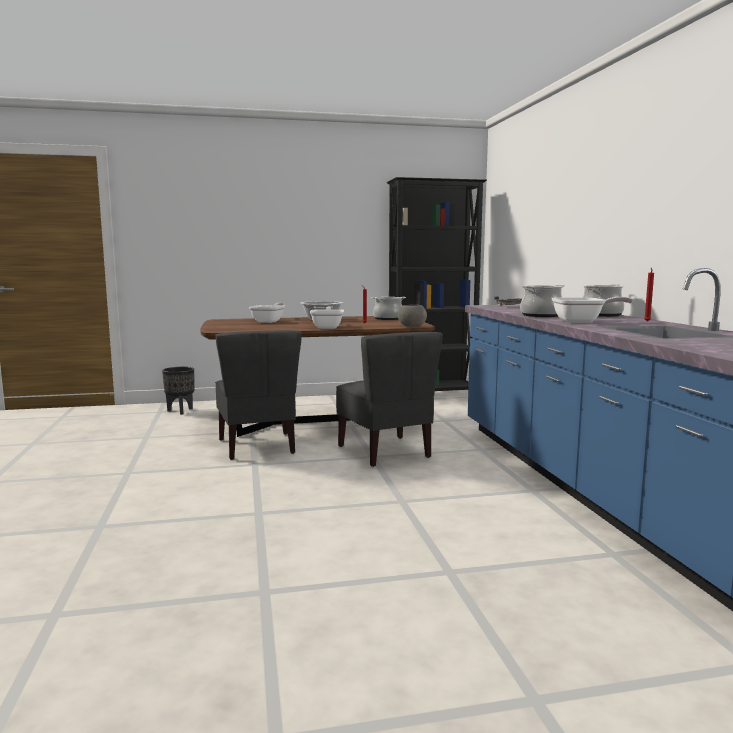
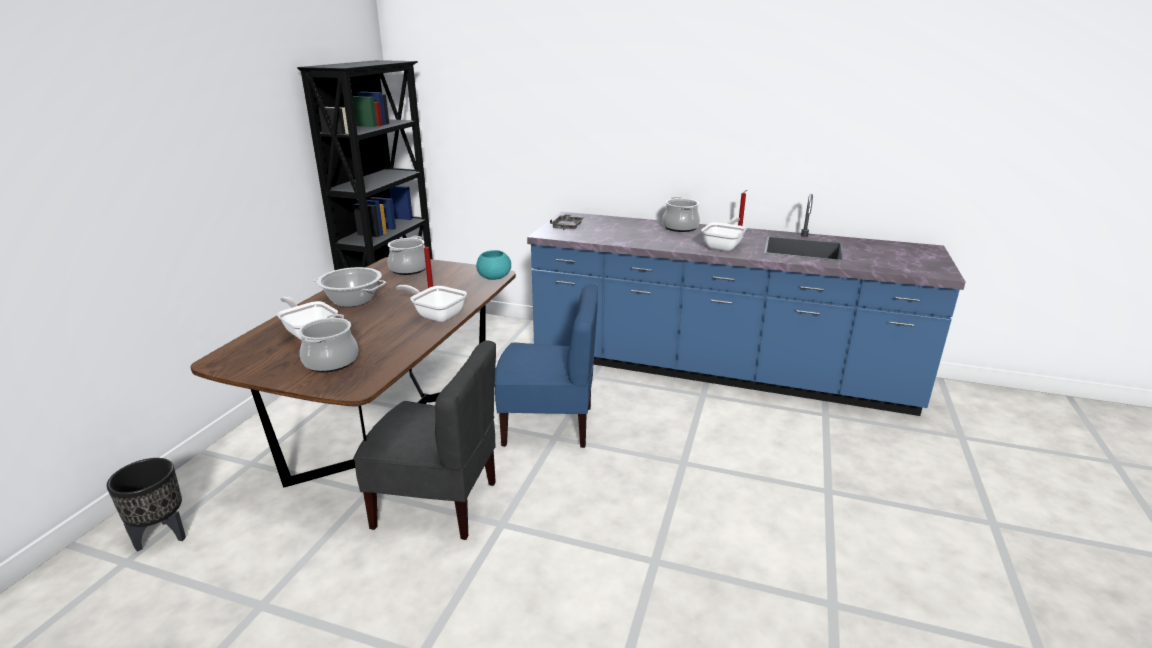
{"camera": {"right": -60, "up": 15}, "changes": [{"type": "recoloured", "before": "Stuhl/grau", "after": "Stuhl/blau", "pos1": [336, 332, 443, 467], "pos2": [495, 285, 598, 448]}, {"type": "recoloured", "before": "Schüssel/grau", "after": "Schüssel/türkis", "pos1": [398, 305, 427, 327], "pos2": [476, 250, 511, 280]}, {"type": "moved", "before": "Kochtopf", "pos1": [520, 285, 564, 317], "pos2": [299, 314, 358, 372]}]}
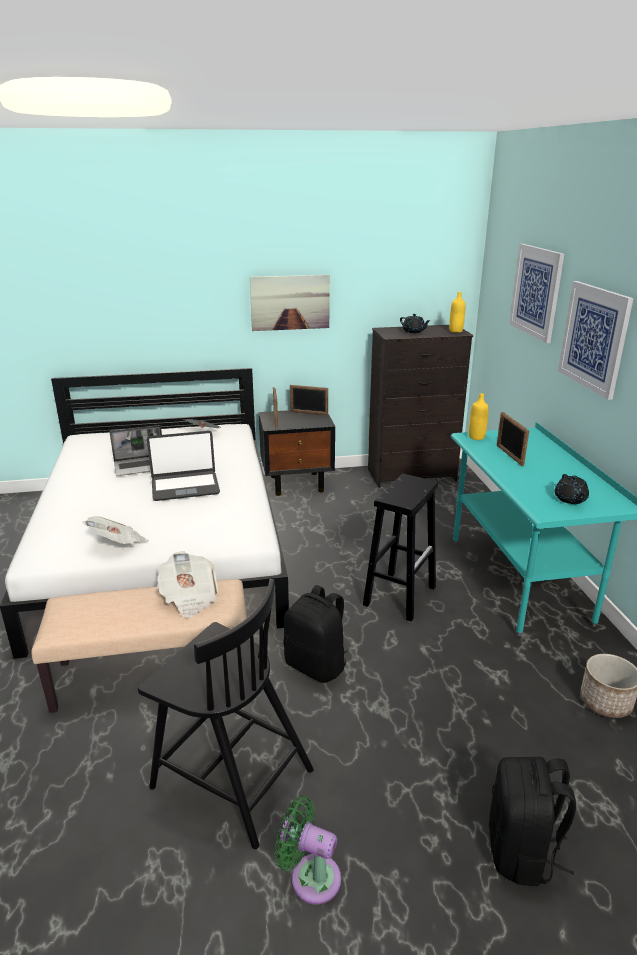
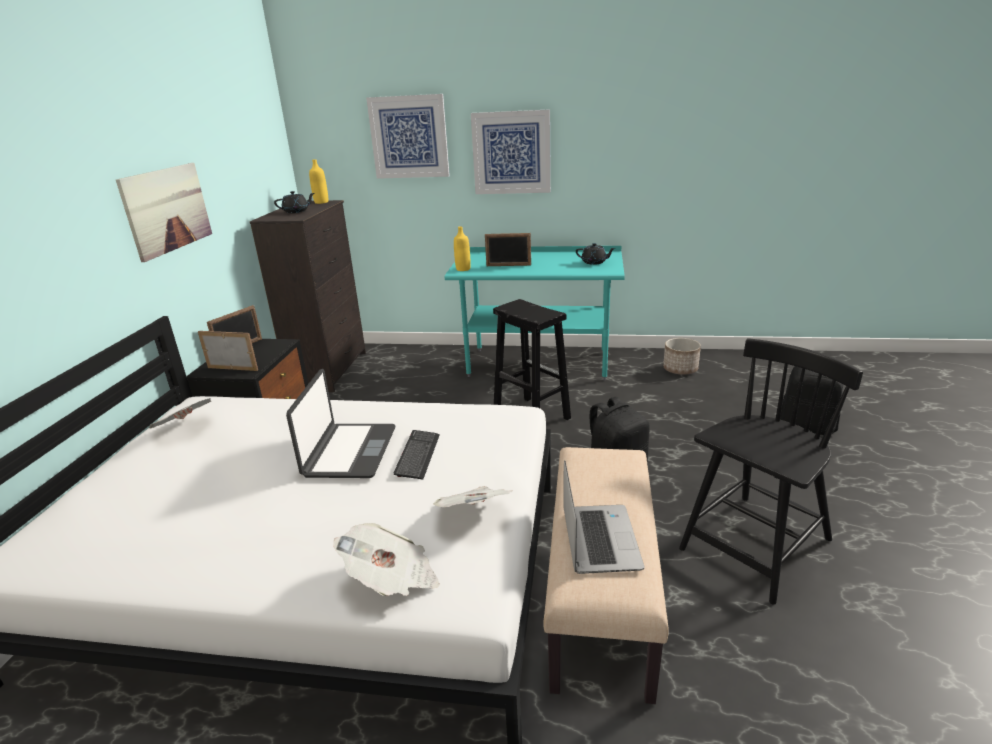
{"camera": {"right": -70, "up": 0}, "changes": [{"type": "moved", "before": "Laptop", "pos1": [110, 425, 162, 476], "pos2": [563, 460, 644, 574]}, {"type": "moved", "before": "Zeitung", "pos1": [157, 551, 218, 618], "pos2": [333, 523, 440, 596]}, {"type": "removed", "before": "Ventilator/grün", "pos1": [274, 796, 341, 904]}, {"type": "added", "after": "Tastatur", "pos2": [394, 430, 440, 479]}]}
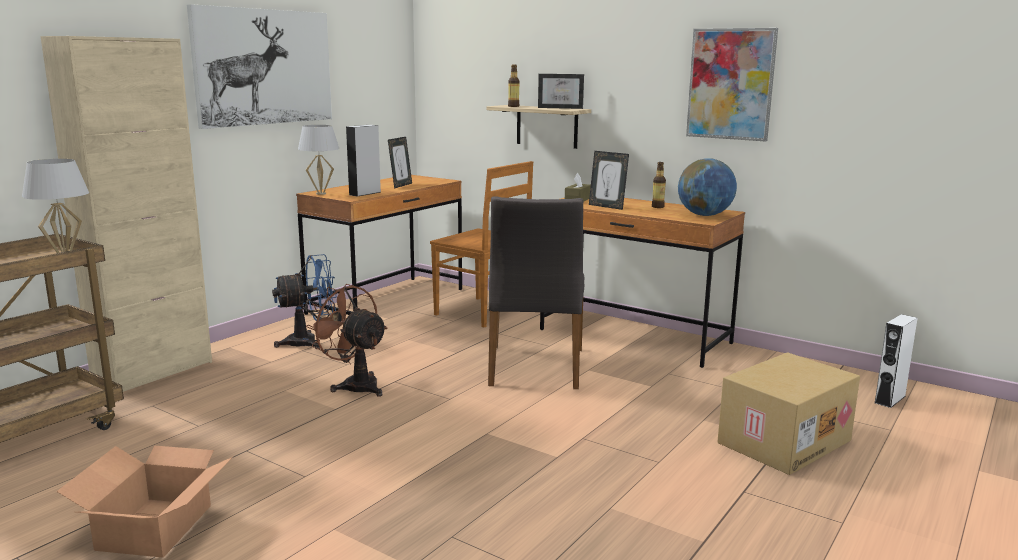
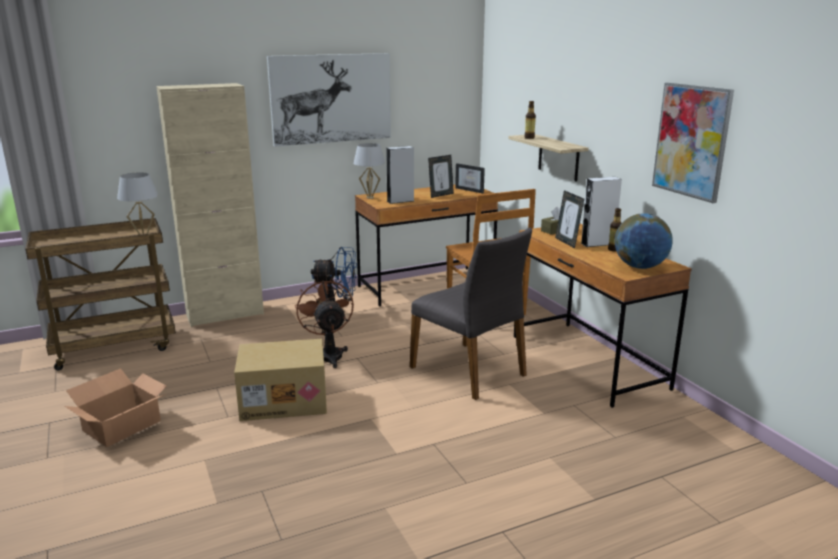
{"camera": {"right": 30, "up": 5}, "changes": [{"type": "turned", "before": "Stuhl/grau", "pos1": [488, 197, 584, 389], "pos2": [410, 228, 532, 400], "turn": -75}, {"type": "moved", "before": "Bilderrahmen", "pos1": [538, 74, 584, 109], "pos2": [455, 163, 485, 193]}, {"type": "moved", "before": "Karton", "pos1": [717, 352, 860, 475], "pos2": [234, 339, 327, 421]}, {"type": "moved", "before": "Lautsprecher/weiß", "pos1": [875, 314, 917, 408], "pos2": [581, 177, 622, 247]}]}
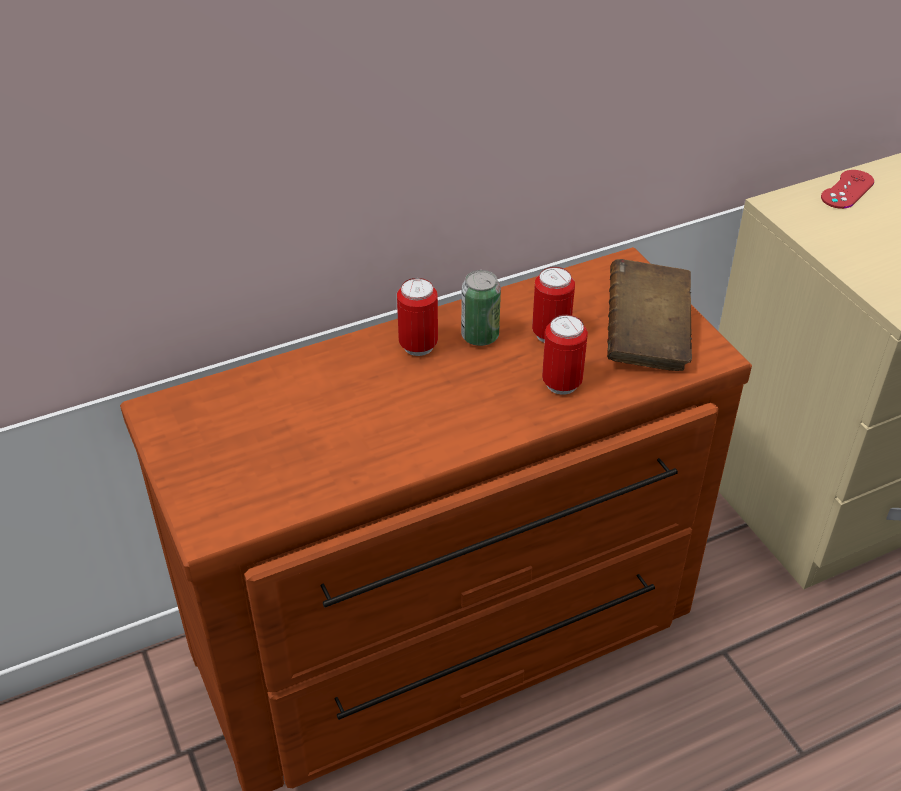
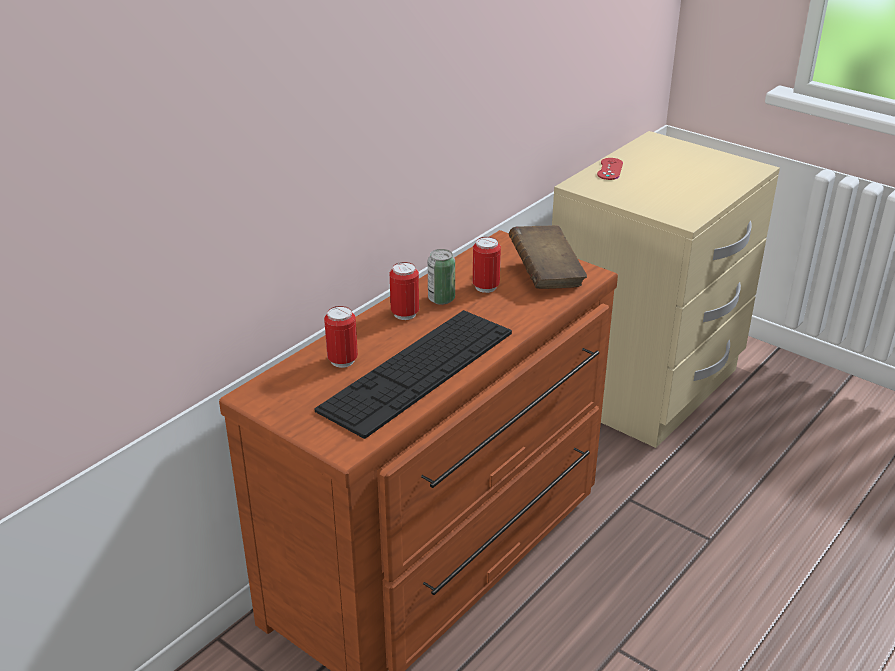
{"camera": {"right": -25, "up": -10}, "changes": [{"type": "moved", "before": "Dose", "pos1": [542, 315, 588, 395], "pos2": [324, 306, 358, 368]}, {"type": "added", "after": "Tastatur", "pos2": [314, 310, 512, 439]}]}
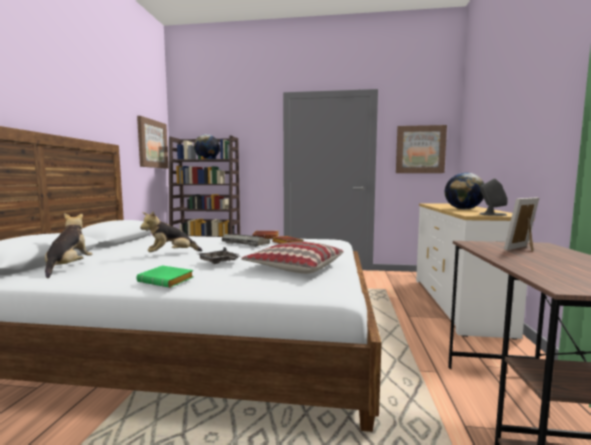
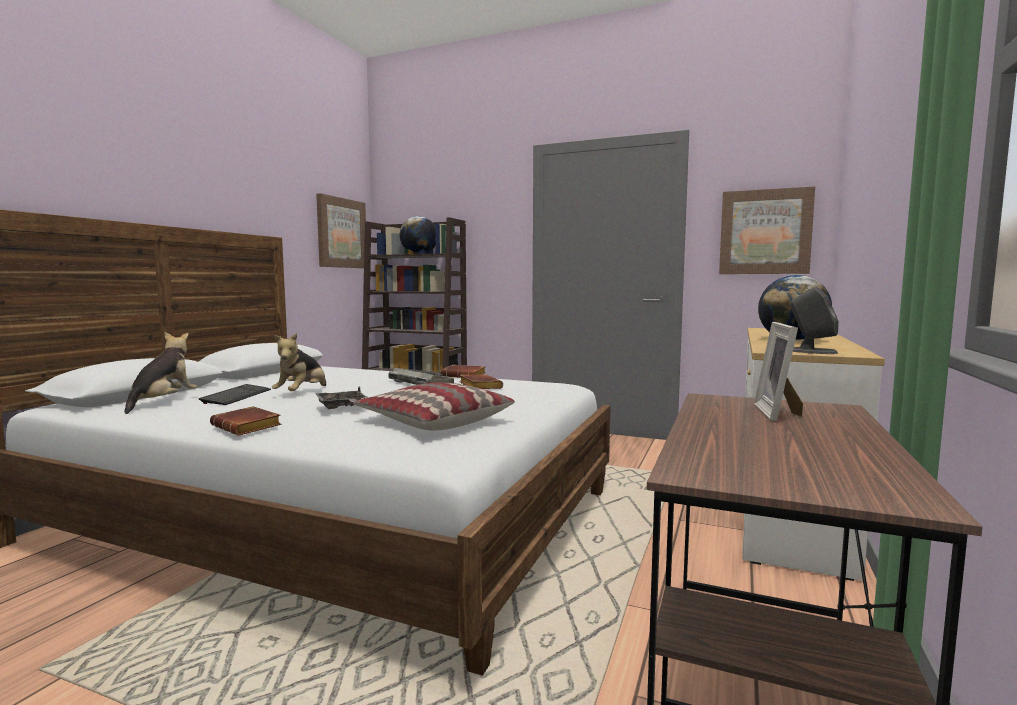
{"camera": {"right": 15, "up": 0}, "changes": [{"type": "recoloured", "before": "Buch/grün", "after": "Buch/braun", "pos1": [136, 265, 193, 288], "pos2": [210, 406, 281, 436]}, {"type": "turned", "before": "Plüschtier", "pos1": [140, 211, 203, 252], "pos2": [272, 333, 326, 391], "turn": -60}, {"type": "turned", "before": "Bilderrahmen", "pos1": [504, 197, 539, 251], "pos2": [754, 322, 803, 422], "turn": -60}, {"type": "added", "after": "Tastatur", "pos2": [199, 384, 271, 405]}]}
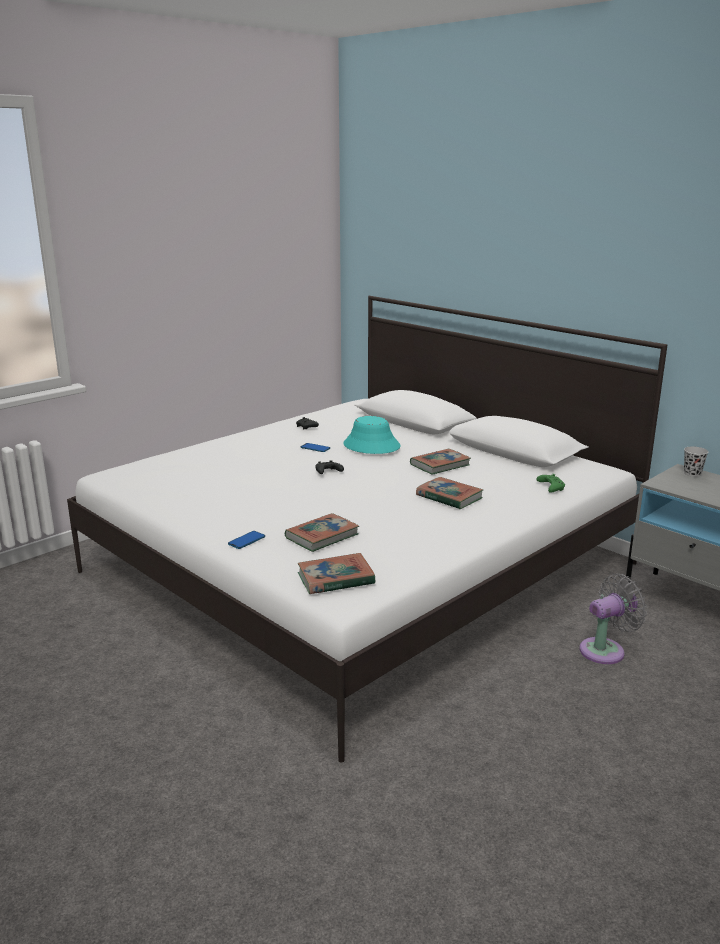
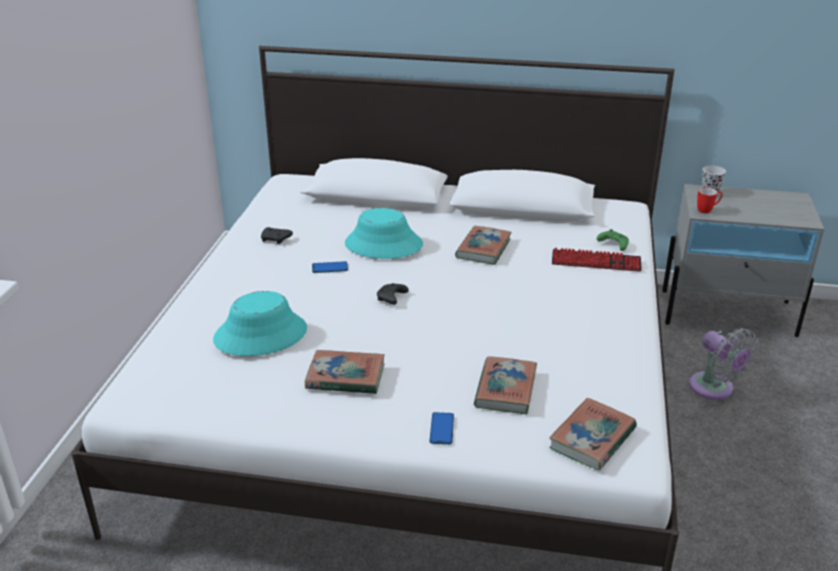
{"camera": {"right": -35, "up": 10}, "changes": [{"type": "moved", "before": "Buch", "pos1": [416, 477, 483, 509], "pos2": [305, 350, 385, 394]}, {"type": "turned", "before": "Ventilator/grau", "pos1": [580, 574, 647, 664], "pos2": [689, 328, 759, 400], "turn": 120}, {"type": "added", "after": "Hut/türkis", "pos2": [213, 291, 307, 356]}, {"type": "added", "after": "Tastatur", "pos2": [552, 248, 642, 272]}, {"type": "added", "after": "Henkelbecher", "pos2": [697, 187, 723, 213]}]}
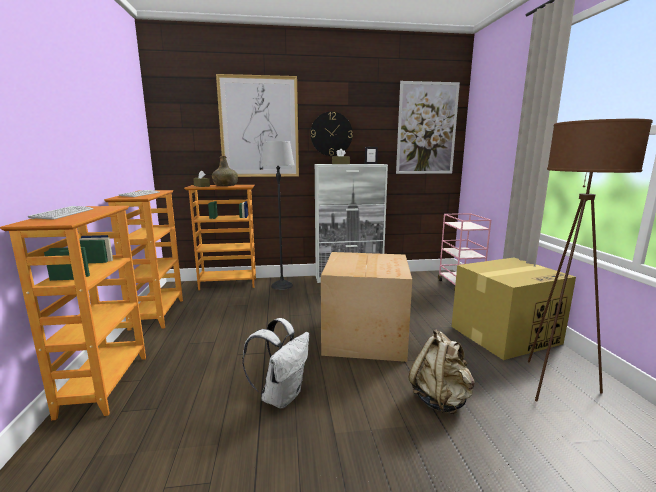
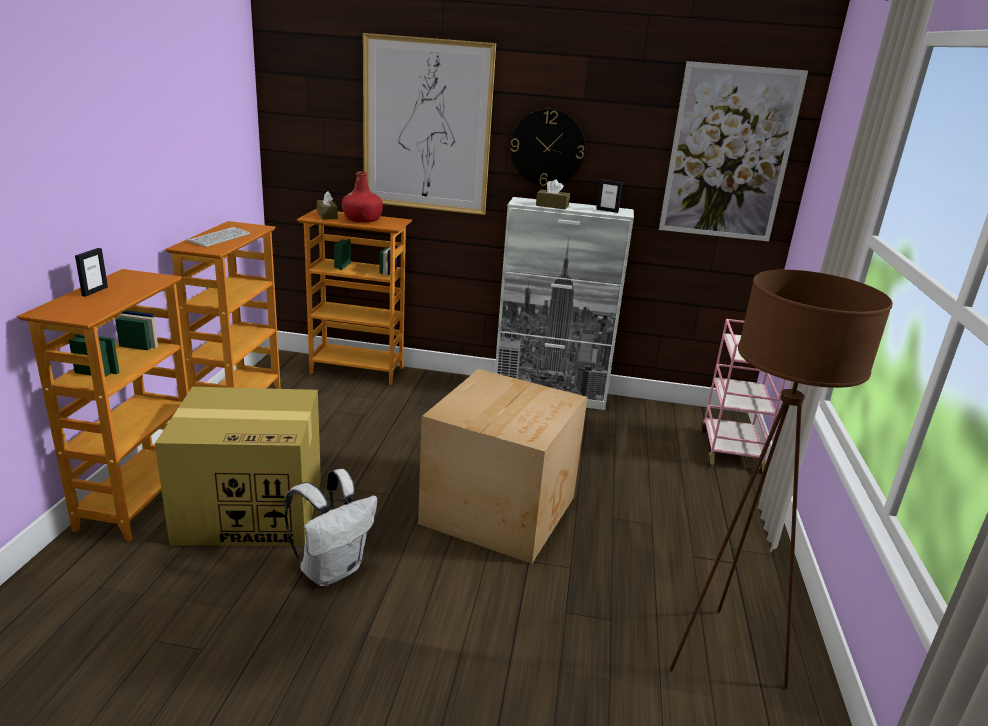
{"camera": {"right": 15, "up": 10}, "changes": [{"type": "replaced", "before": "Tastatur", "after": "Bilderrahmen", "pos1": [28, 206, 93, 220], "pos2": [75, 248, 108, 297]}, {"type": "recoloured", "before": "Flasche/grün", "after": "Flasche/rot", "pos1": [212, 156, 238, 186], "pos2": [342, 171, 383, 222]}, {"type": "removed", "before": "Stehlampe", "pos1": [262, 141, 294, 290]}, {"type": "removed", "before": "Rucksack/beige", "pos1": [409, 329, 475, 414]}, {"type": "moved", "before": "Karton", "pos1": [452, 258, 576, 360], "pos2": [155, 387, 321, 546]}]}
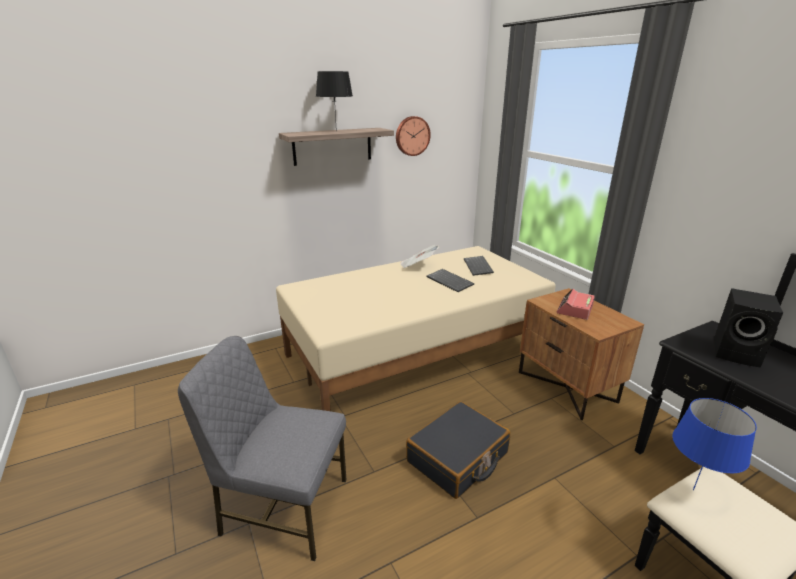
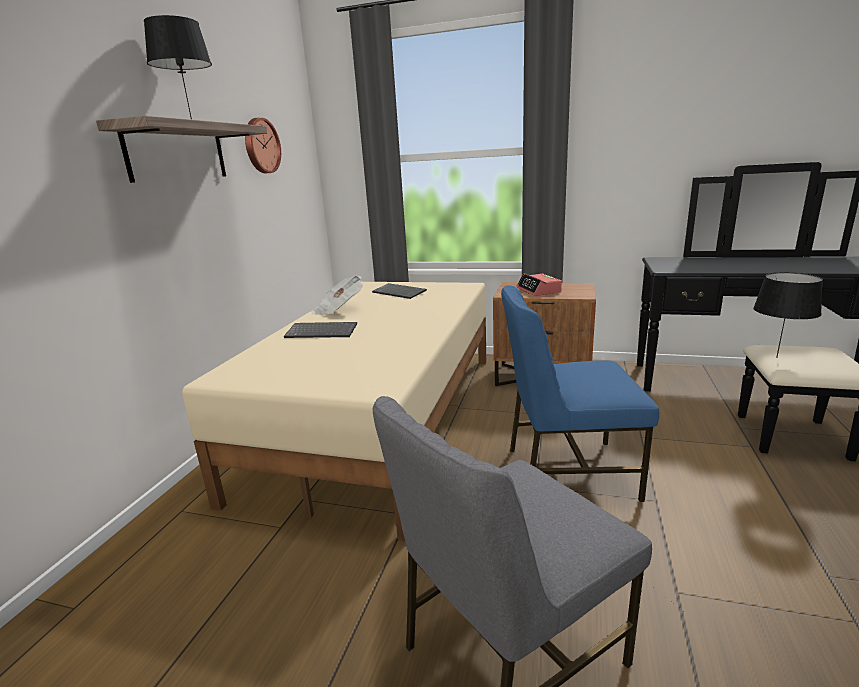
{"camera": {"right": -45, "up": -5}, "changes": [{"type": "replaced", "before": "Koffer/schwarz", "after": "Stuhl/blau", "pos1": [406, 401, 510, 499], "pos2": [501, 285, 659, 502]}, {"type": "moved", "before": "Tastatur", "pos1": [427, 269, 474, 292], "pos2": [284, 322, 357, 338]}, {"type": "recoloured", "before": "Tischlampe/blau", "after": "Tischlampe/schwarz", "pos1": [672, 398, 757, 490], "pos2": [753, 272, 823, 358]}, {"type": "removed", "before": "Lautsprecher/schwarz", "pos1": [714, 288, 783, 367]}]}
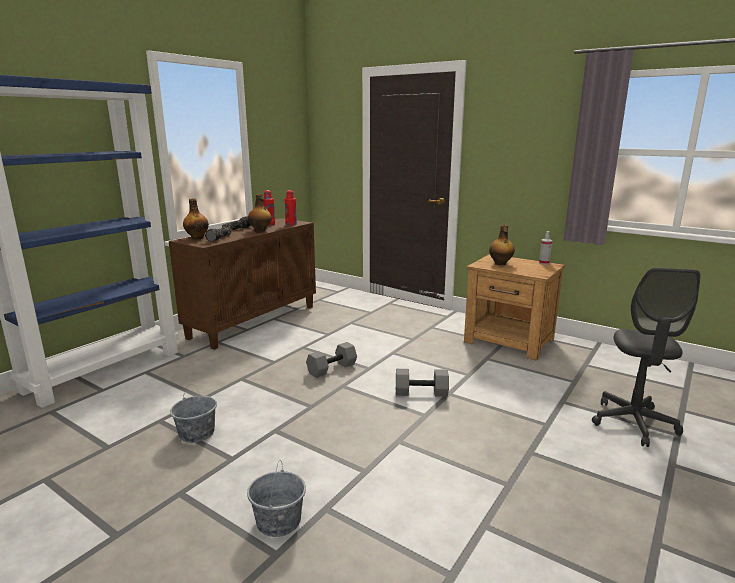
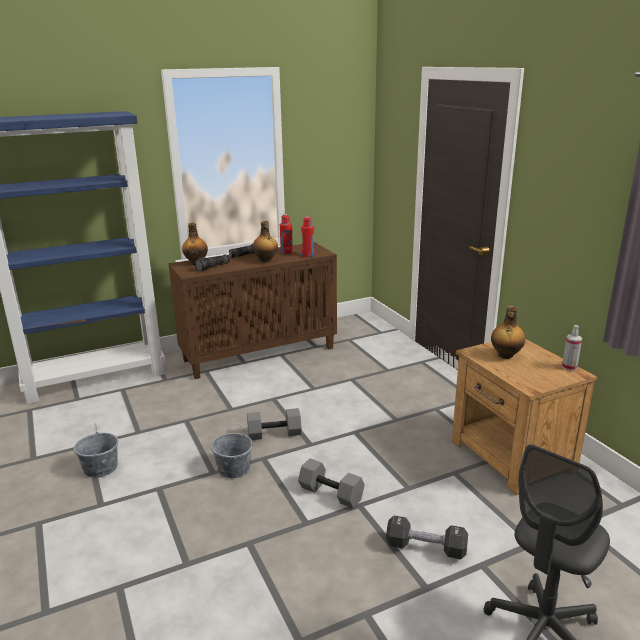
{"camera": {"right": 30, "up": 5}, "changes": [{"type": "moved", "before": "Eimer/grau", "pos1": [247, 460, 306, 537], "pos2": [211, 425, 253, 478]}, {"type": "added", "after": "Hantel/schwarz", "pos2": [386, 516, 468, 559]}]}
